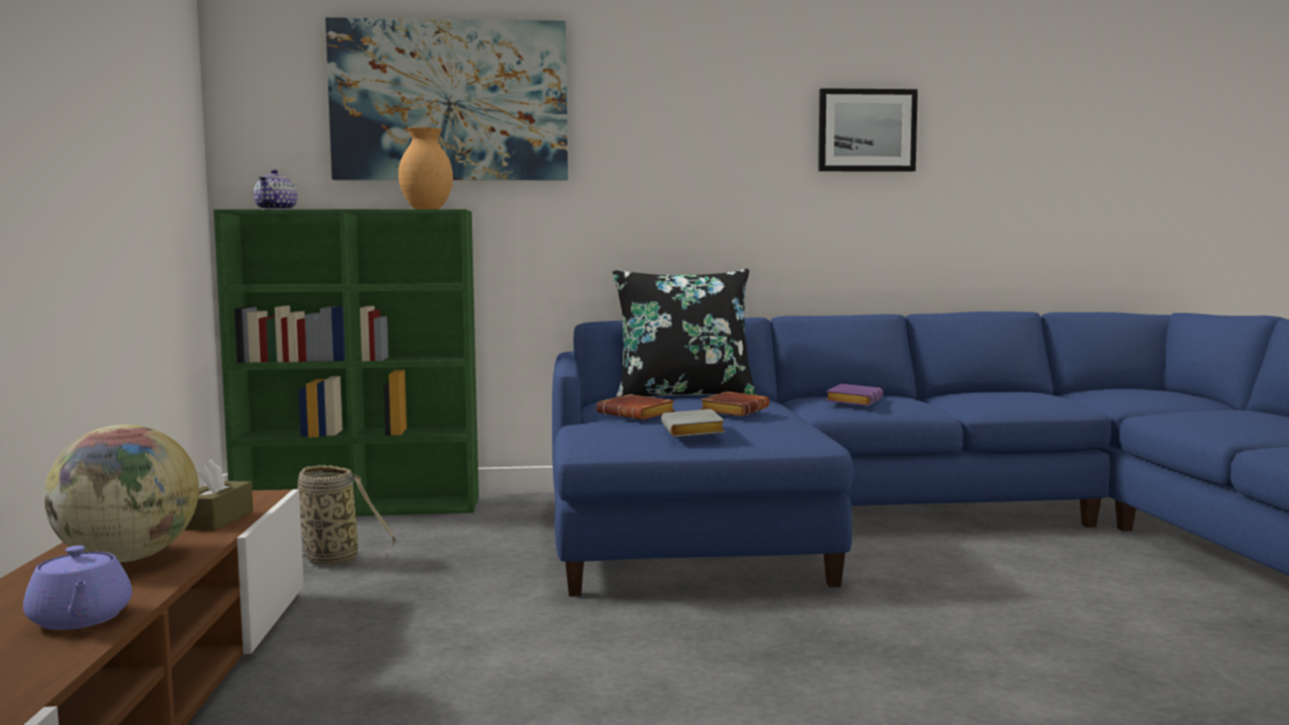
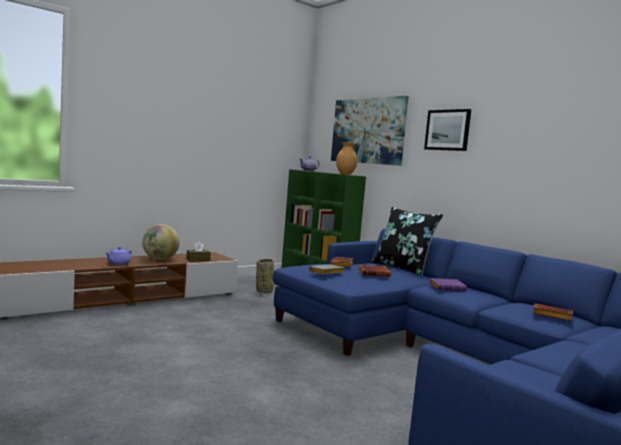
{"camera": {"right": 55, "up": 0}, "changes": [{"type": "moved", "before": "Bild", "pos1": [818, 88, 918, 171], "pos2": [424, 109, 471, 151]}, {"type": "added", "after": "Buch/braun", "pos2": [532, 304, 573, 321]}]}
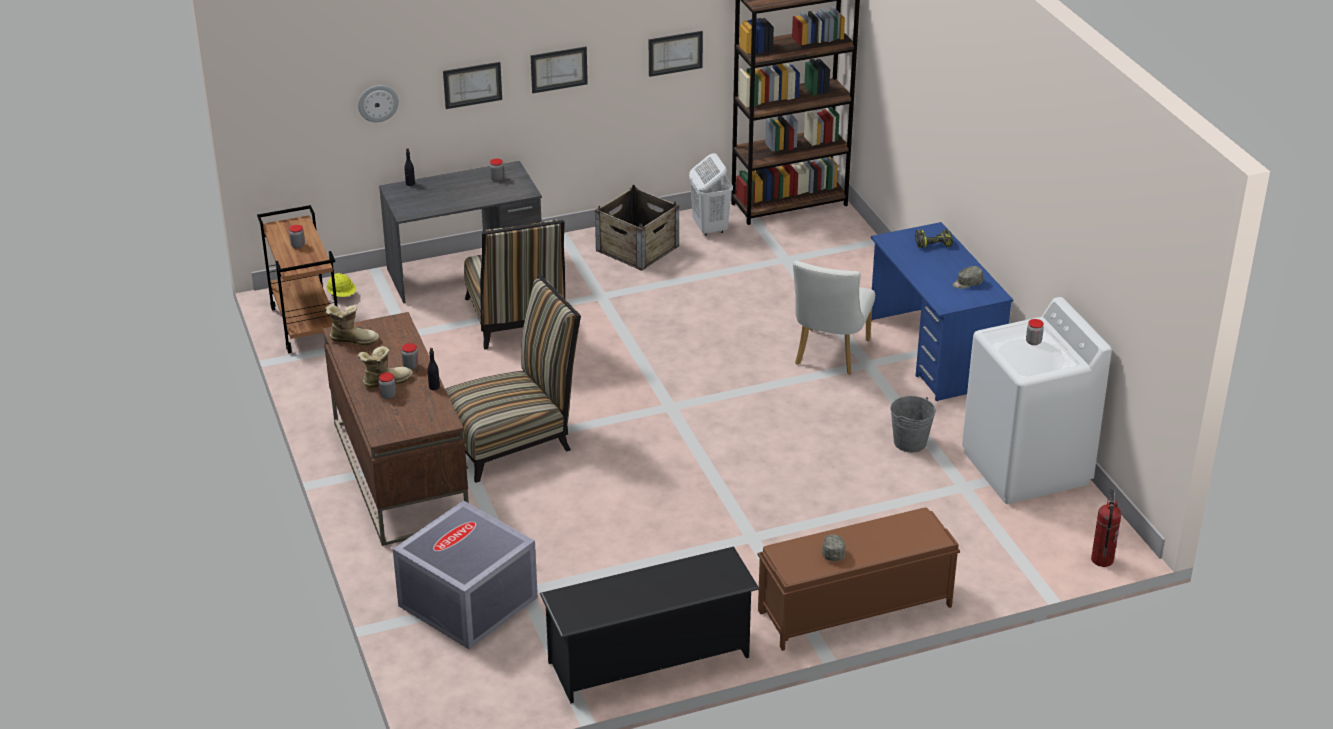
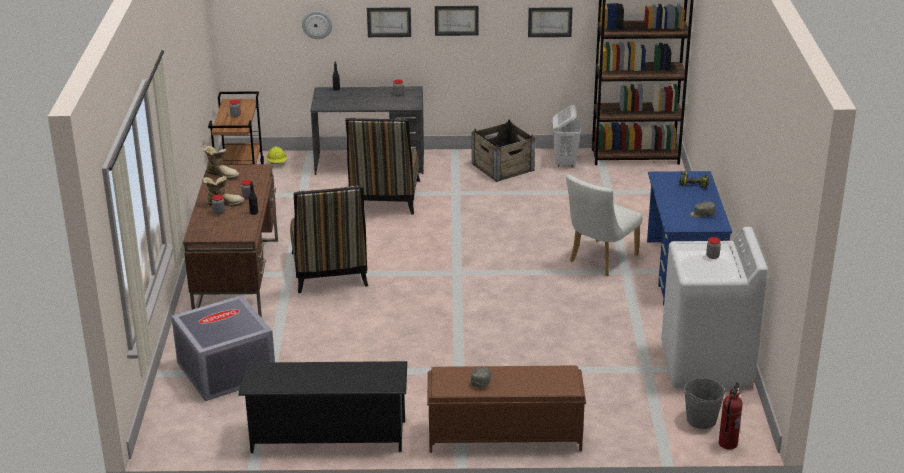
{"camera": {"right": 20, "up": -5}, "changes": [{"type": "turned", "before": "Stuhl", "pos1": [445, 274, 581, 483], "pos2": [290, 186, 368, 293], "turn": 90}, {"type": "moved", "before": "Eimer/grau", "pos1": [890, 396, 936, 452], "pos2": [684, 378, 725, 429]}]}
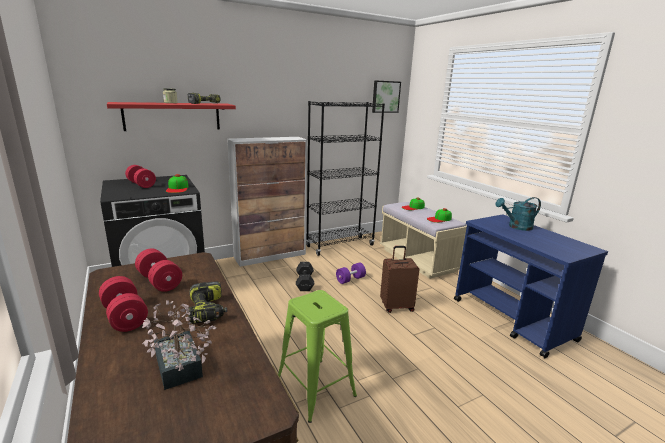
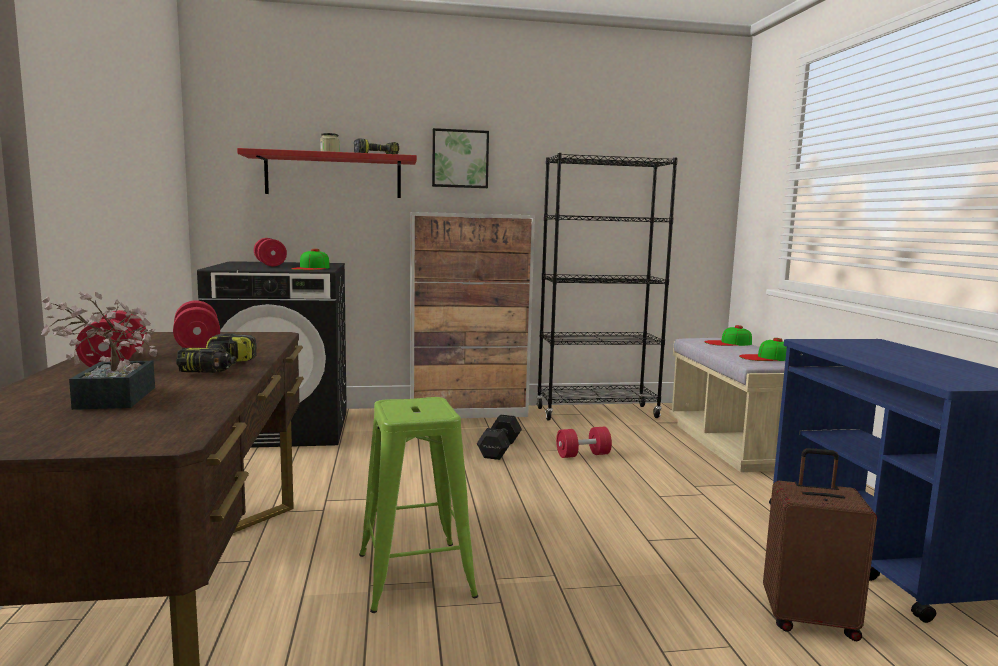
{"camera": {"right": 20, "up": -10}, "changes": [{"type": "recoloured", "before": "Hantel/lila", "after": "Hantel/rot", "pos1": [336, 263, 366, 284], "pos2": [556, 427, 612, 458]}, {"type": "moved", "before": "Bild", "pos1": [372, 80, 401, 113], "pos2": [432, 128, 489, 188]}, {"type": "moved", "before": "Koffer/braun", "pos1": [380, 246, 420, 313], "pos2": [763, 448, 877, 641]}, {"type": "removed", "before": "Gießkanne/türkis", "pos1": [495, 197, 541, 231]}]}
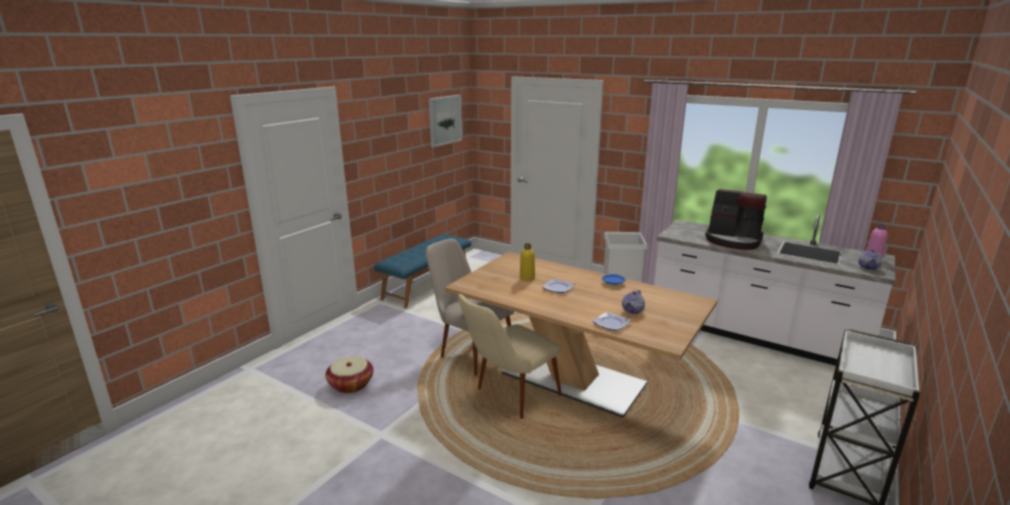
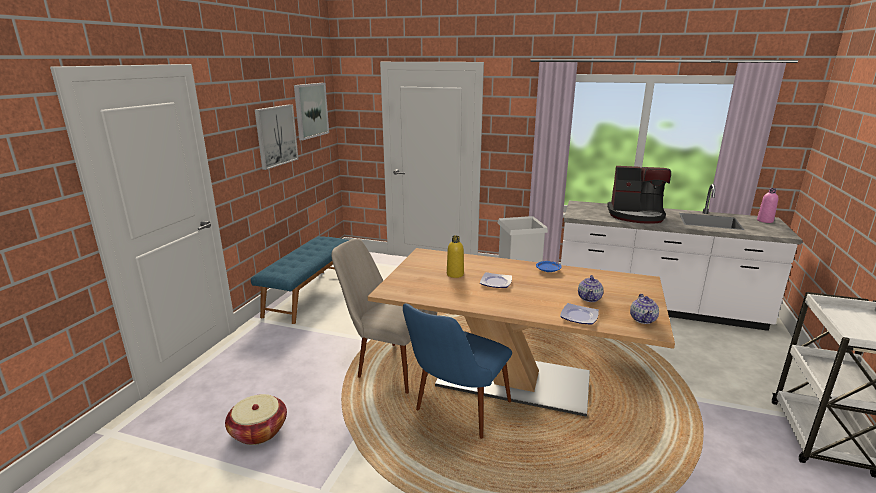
{"camera": {"right": -15, "up": 0}, "changes": [{"type": "recoloured", "before": "Stuhl/beige", "after": "Stuhl/blau", "pos1": [458, 294, 562, 419], "pos2": [403, 303, 512, 439]}, {"type": "moved", "before": "Teekanne", "pos1": [858, 249, 882, 270], "pos2": [630, 294, 659, 324]}, {"type": "added", "after": "Bild", "pos2": [255, 104, 298, 170]}]}
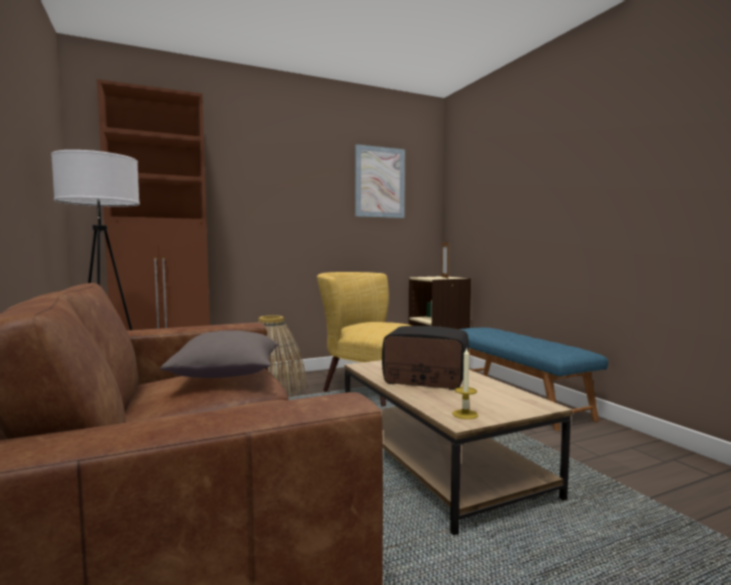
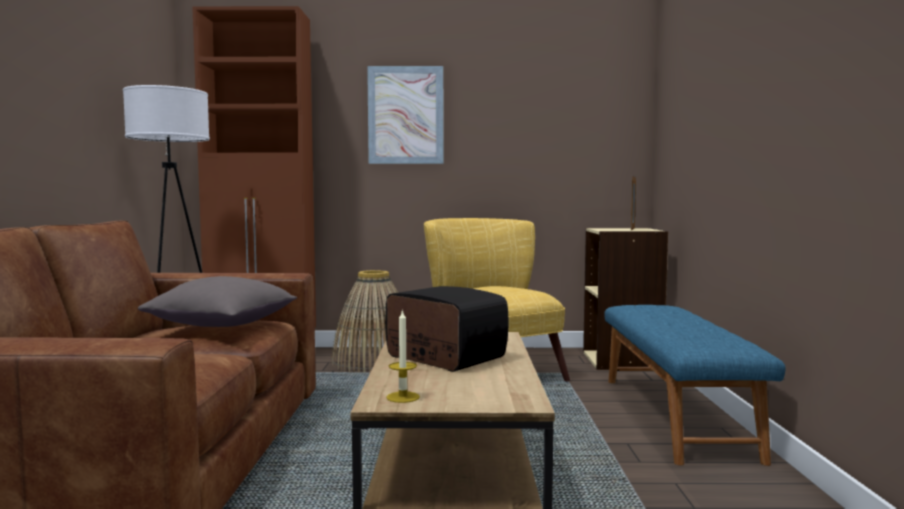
{"camera": {"right": 25, "up": 0}, "changes": [{"type": "moved", "before": "Bild", "pos1": [355, 144, 405, 218], "pos2": [367, 66, 443, 164]}]}
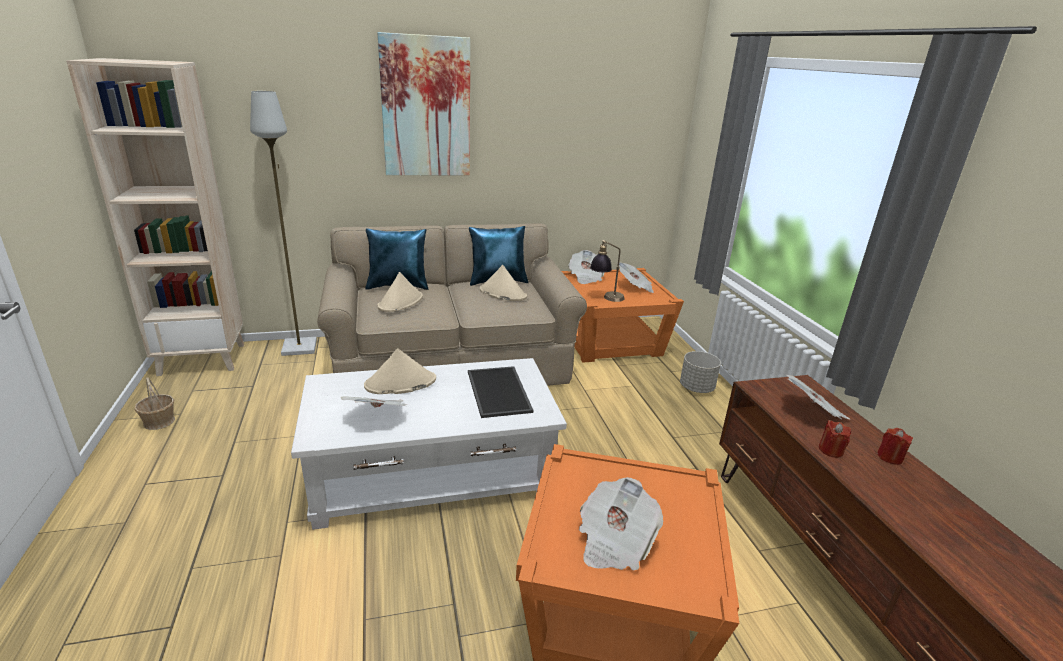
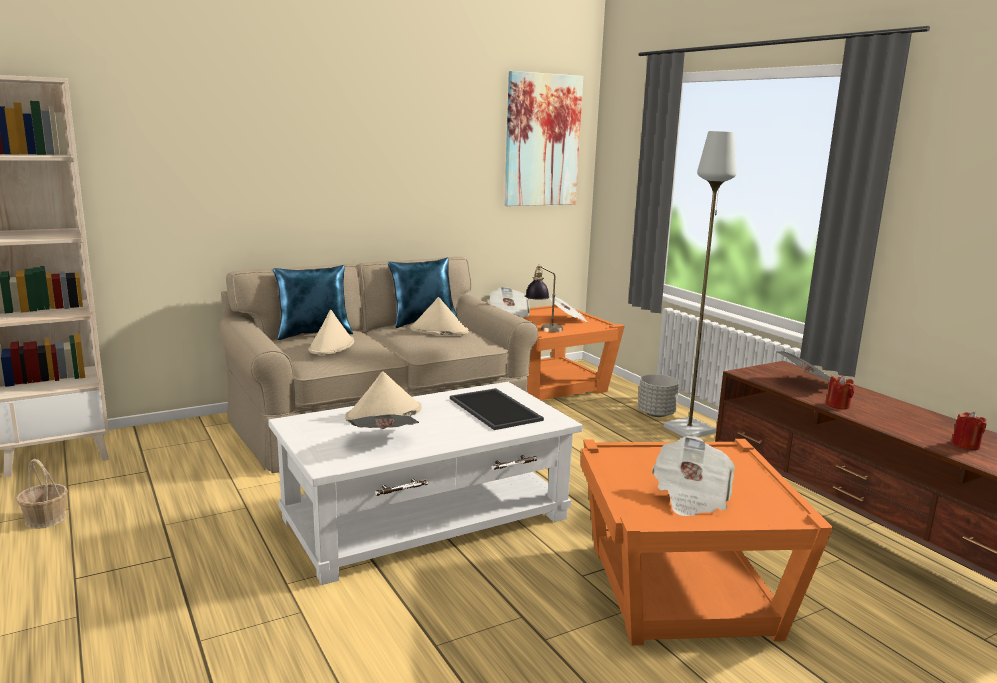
{"camera": {"right": -15, "up": -10}, "changes": [{"type": "moved", "before": "Stehlampe/grau", "pos1": [250, 91, 317, 356], "pos2": [663, 131, 737, 437]}, {"type": "moved", "before": "Bild", "pos1": [378, 32, 470, 175], "pos2": [504, 71, 583, 206]}, {"type": "moved", "before": "Kerze/rot", "pos1": [877, 428, 913, 465], "pos2": [952, 412, 987, 450]}]}
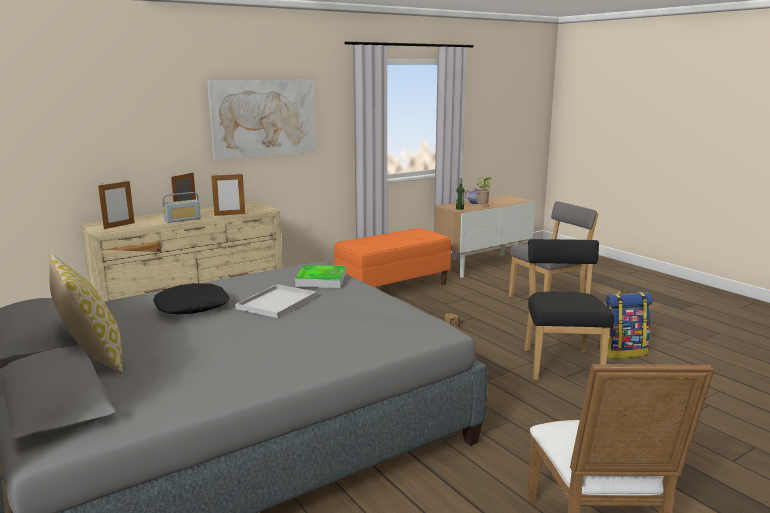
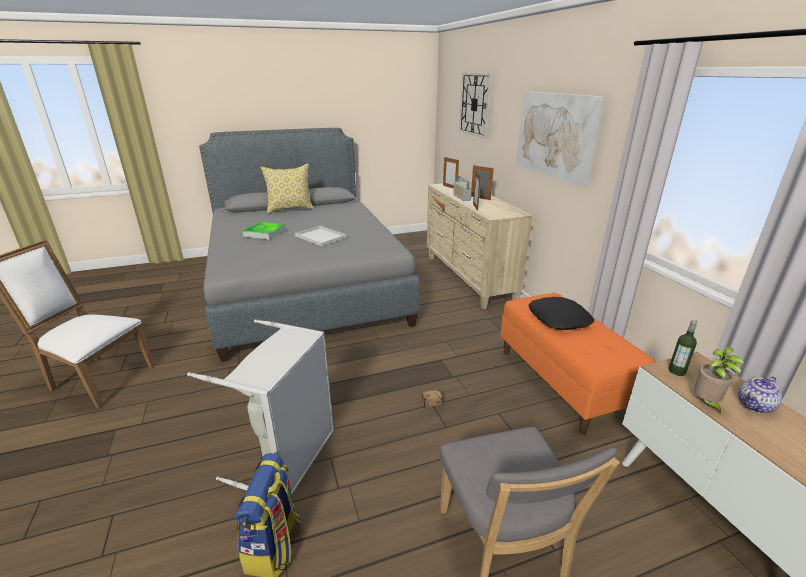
{"camera": {"right": 105, "up": 10}, "changes": [{"type": "moved", "before": "Kissen/schwarz", "pos1": [153, 283, 230, 314], "pos2": [529, 297, 594, 330]}, {"type": "moved", "before": "Tablett", "pos1": [295, 265, 346, 288], "pos2": [242, 222, 286, 240]}, {"type": "replaced", "before": "Stuhl/schwarz", "after": "Wäschekorb/grau", "pos1": [525, 239, 614, 380], "pos2": [187, 319, 334, 495]}, {"type": "added", "after": "Wanduhr", "pos2": [459, 73, 492, 139]}]}
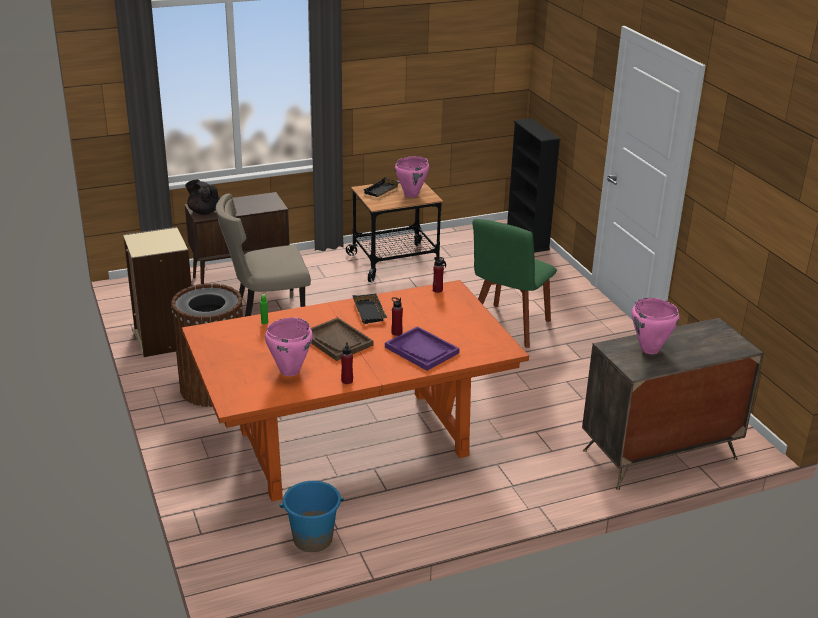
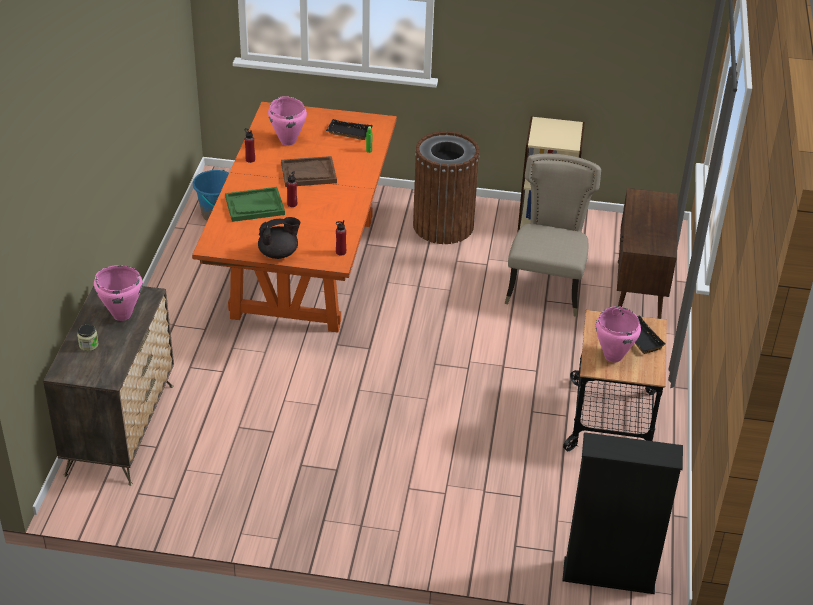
{"camera": {"right": 120, "up": 10}, "changes": [{"type": "moved", "before": "Teekanne/schwarz", "pos1": [185, 180, 220, 215], "pos2": [258, 217, 300, 259]}, {"type": "moved", "before": "Tablett/schwarz", "pos1": [352, 294, 387, 324], "pos2": [326, 119, 373, 140]}, {"type": "recoloured", "before": "Tablett/lila", "after": "Tablett/grün", "pos1": [385, 326, 460, 371], "pos2": [225, 187, 285, 222]}, {"type": "removed", "before": "Stuhl/grün", "pos1": [473, 219, 557, 348]}, {"type": "added", "after": "Vorratsglas", "pos2": [77, 324, 99, 351]}]}
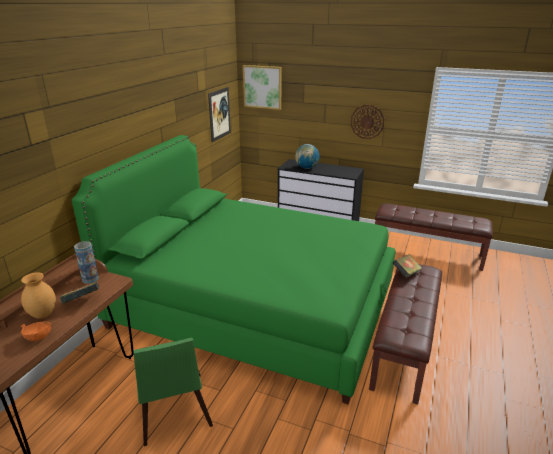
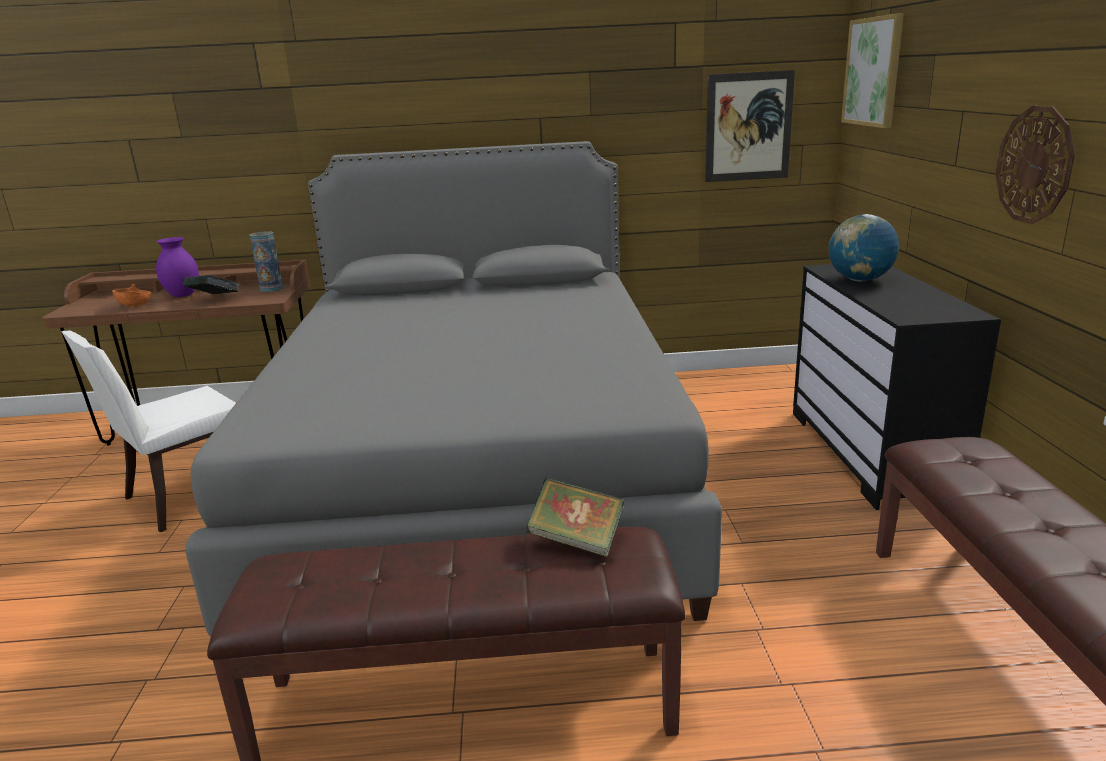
{"camera": {"right": 65, "up": -5}, "changes": [{"type": "recoloured", "before": "Vase/braun", "after": "Vase/lila", "pos1": [21, 272, 56, 319], "pos2": [156, 237, 199, 297]}, {"type": "recoloured", "before": "Bett/grün", "after": "Bett/grau", "pos1": [72, 135, 396, 404], "pos2": [185, 141, 722, 637]}, {"type": "recoloured", "before": "Stuhl/grün", "after": "Stuhl/weiß", "pos1": [133, 338, 213, 446], "pos2": [61, 331, 236, 532]}]}
